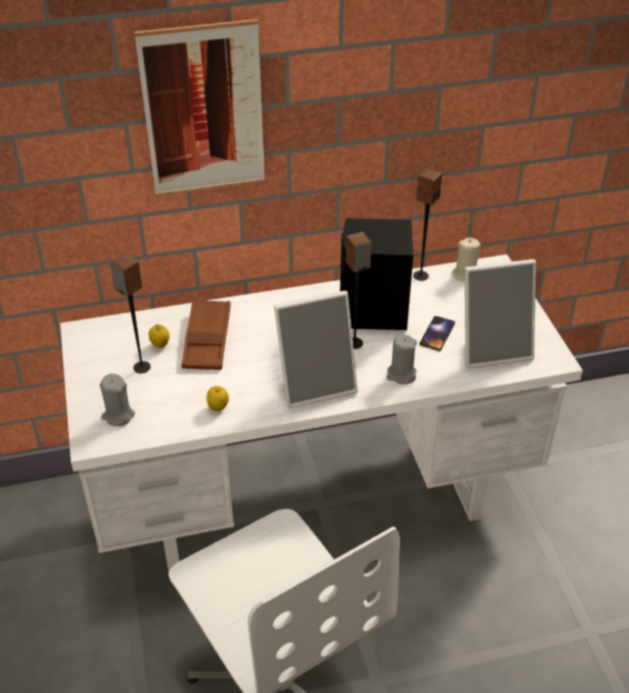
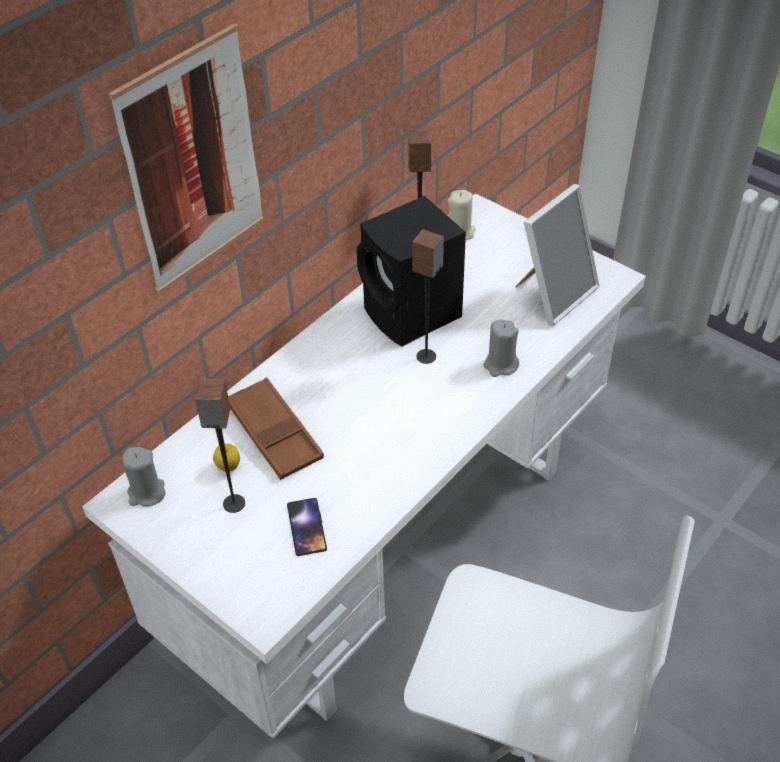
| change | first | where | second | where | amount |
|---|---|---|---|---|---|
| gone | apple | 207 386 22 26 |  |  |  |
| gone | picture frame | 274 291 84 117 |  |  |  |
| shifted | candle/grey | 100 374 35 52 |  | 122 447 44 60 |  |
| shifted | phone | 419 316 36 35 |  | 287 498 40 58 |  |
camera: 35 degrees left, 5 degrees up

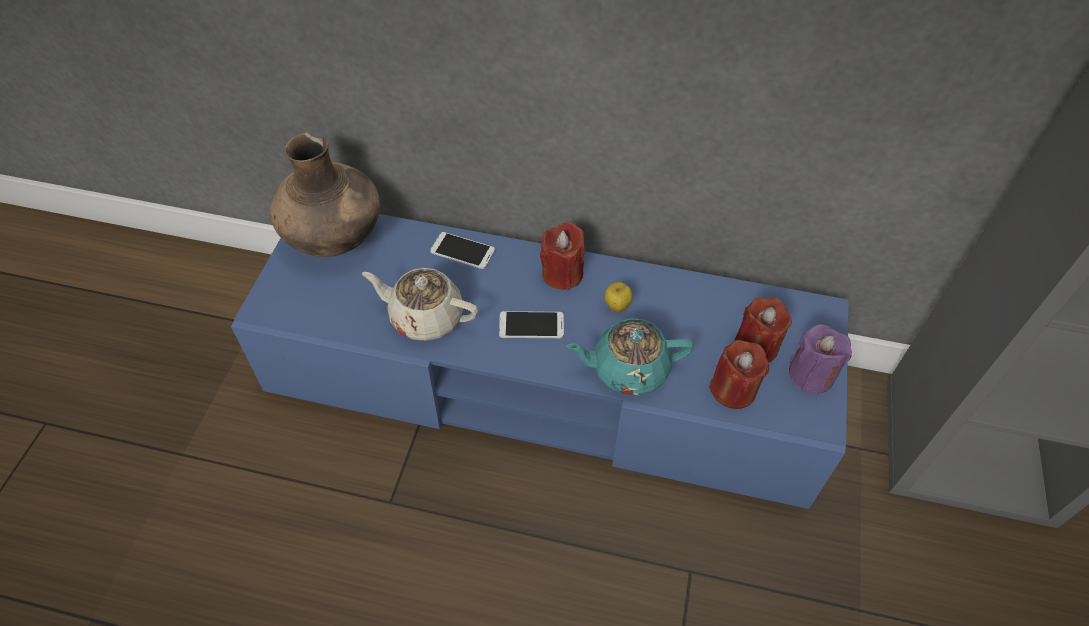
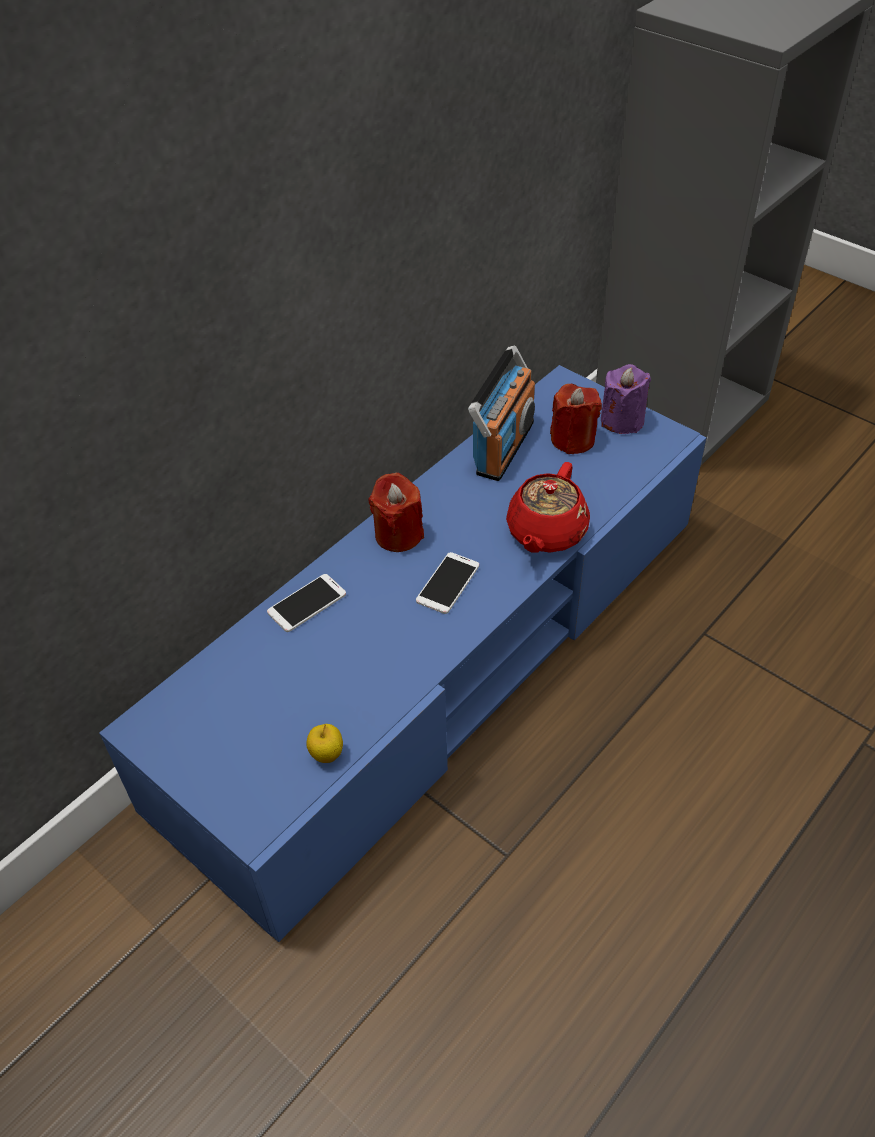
| change | first | where | second | where | amount |
|---|---|---|---|---|---|
| gone | vase/brown | 270 132 110 125 |  |  |  |
| gone | teapot/beige | 362 268 116 73 |  |  |  |
| gone | candle/red | 709 340 60 69 |  |  |  |
| new |  |  | radio | 468 345 67 136 |  |
| shifted | apple | 605 282 27 30 |  | 306 724 37 39 |  |
| repainted | teapot/turquoise | 566 318 128 77 | teapot/red | 506 462 84 90 |  |
camera: 60 degrees left, 5 degrees down

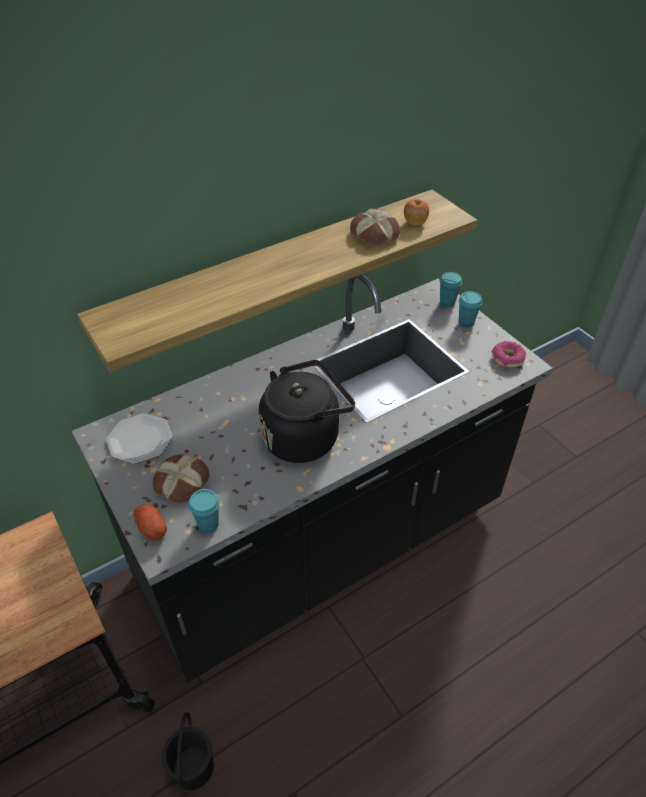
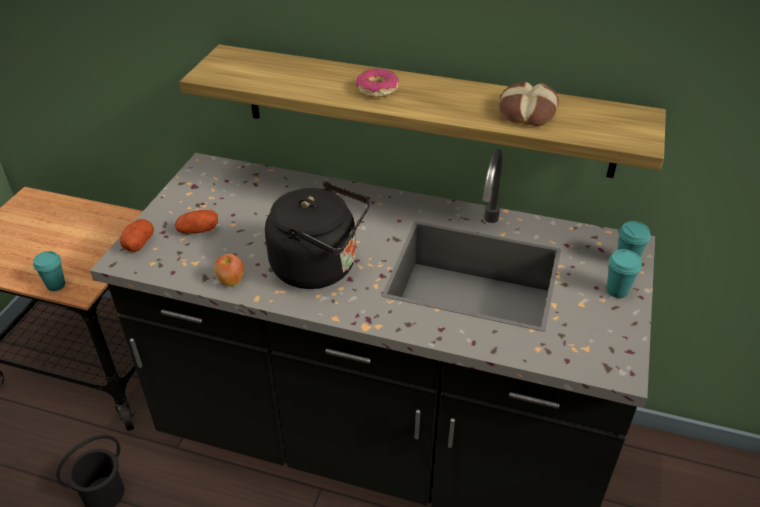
| change | first | where | second | where | amount |
|---|---|---|---|---|---|
| gone | plate | 106 413 67 51 |  |  |  |
| shifted | cup/turquoise | 189 489 31 44 |  | 33 251 32 40 |  |
| shifted | apple | 404 198 25 27 |  | 214 254 30 33 |  |
| shifted | donut | 491 341 35 27 |  | 356 68 43 29 |  |
| swapped | bread | 153 454 56 49 | potato | 175 210 43 24 |  |
camera: 50 degrees right, 5 degrees down

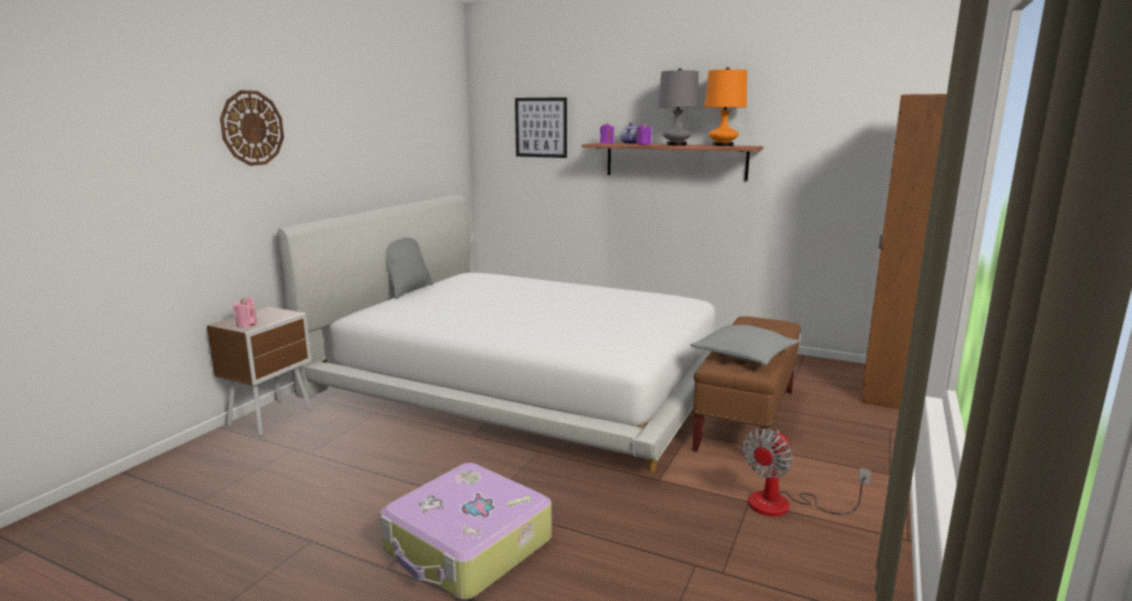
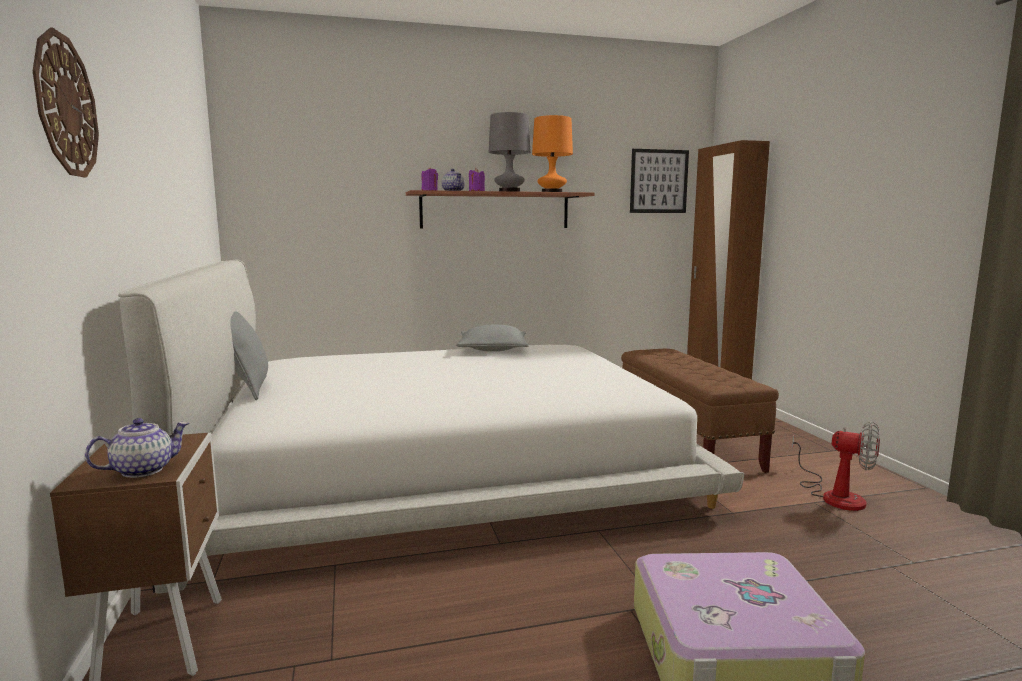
| change | first | where | second | where | amount |
|---|---|---|---|---|---|
| shifted | picture | 515 97 52 61 |  | 630 149 59 64 |  |
| shifted | pillow/grey | 690 325 109 40 |  | 456 325 72 26 |  |
| swapped | candle/pink | 233 298 24 29 | teapot | 85 418 104 60 |  |
| rotated | fan | 742 428 130 89 |  | 792 421 88 90 | 60 degrees counterclockwise |
camera: 40 degrees left, 5 degrees down

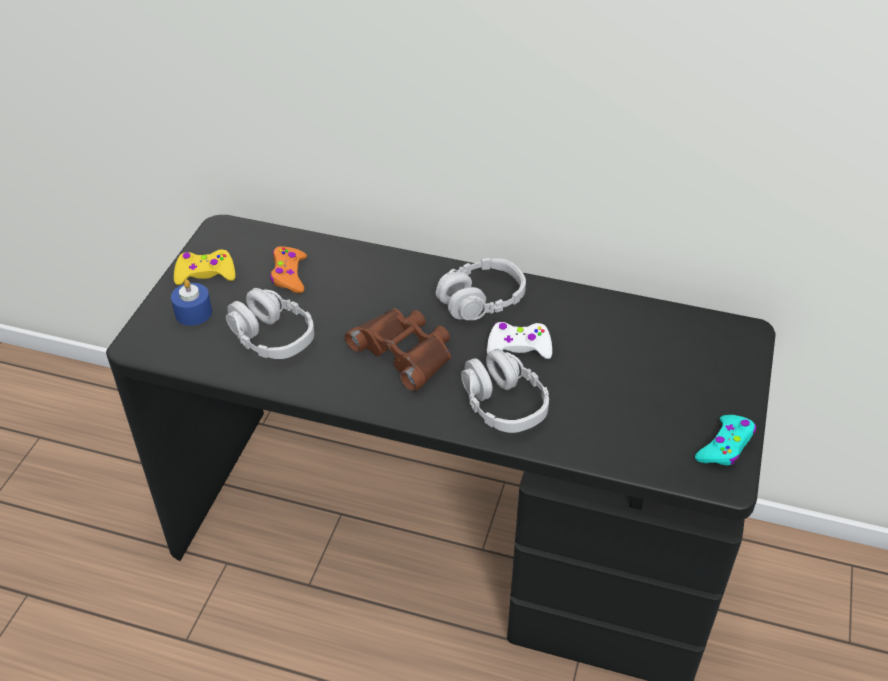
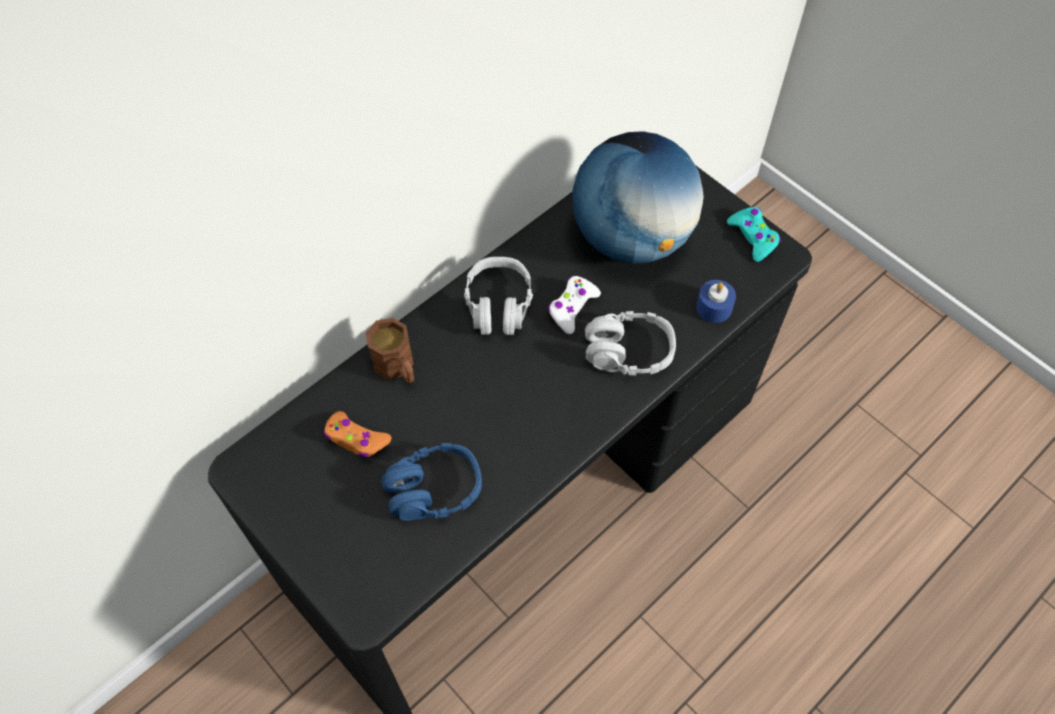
| change | first | where | second | where | amount |
|---|---|---|---|---|---|
| gone | game controller/yellow | 174 250 62 35 |  |  |  |
| gone | binoculars/brown | 345 308 106 84 |  |  |  |
| new |  |  | mug/brown | 366 318 48 65 |  |
| new |  |  | globe | 572 131 132 133 |  |
| shifted | candle/blue | 171 279 41 47 |  | 696 280 40 43 |  |
| repainted | headphones/grey | 226 288 88 71 | headphones/blue | 381 443 101 78 |  |
camera: 60 degrees left, 15 degrees up

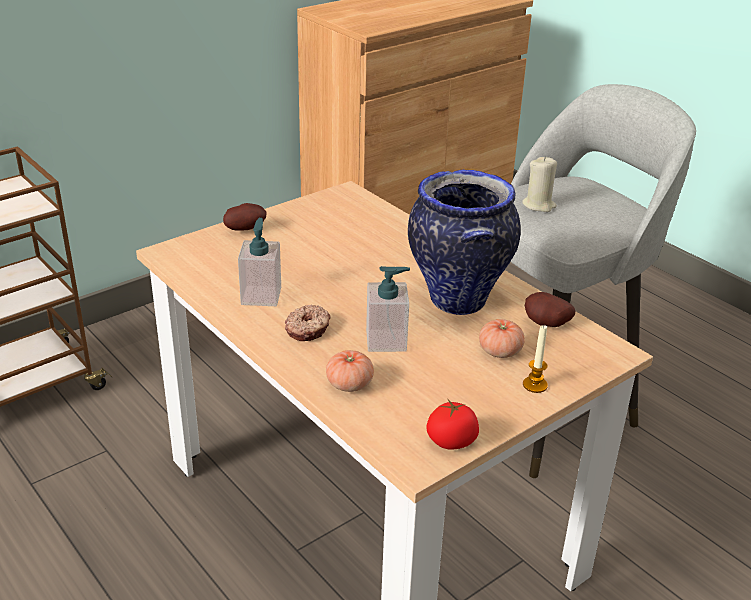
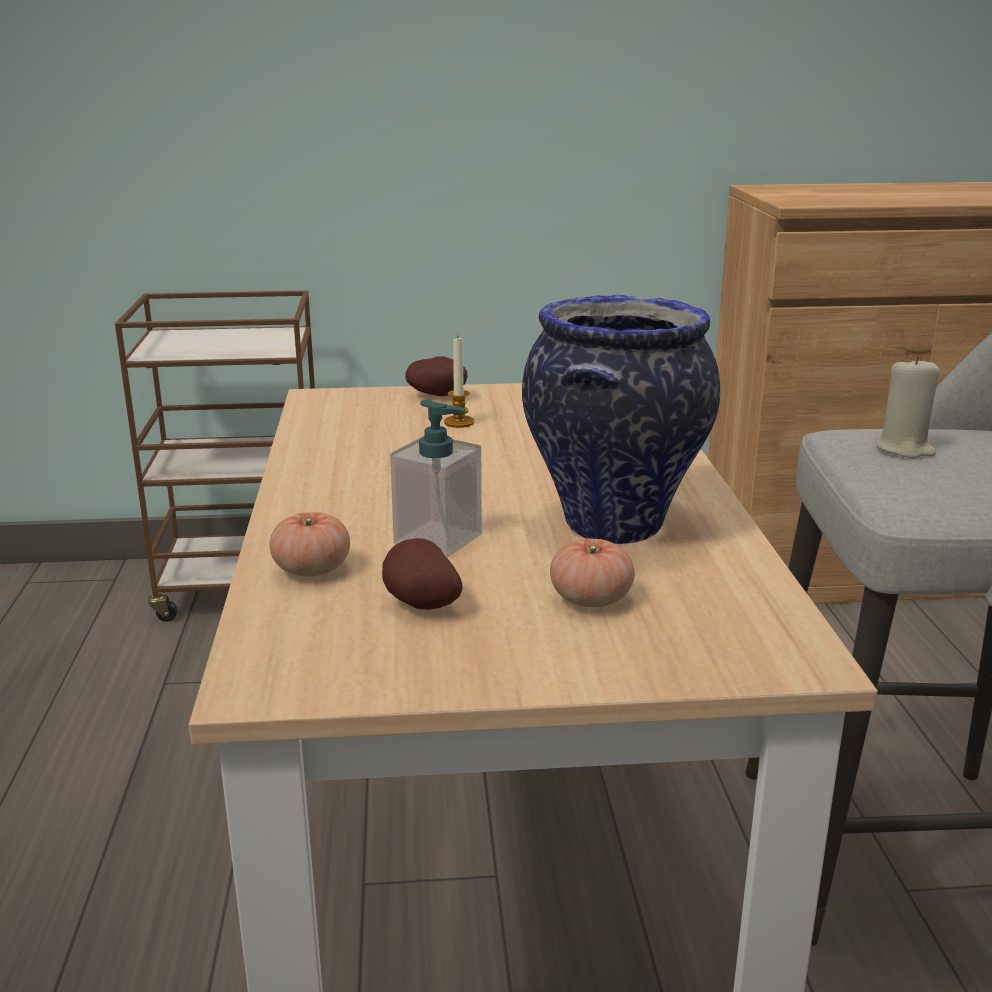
| change | first | where | second | where | amount |
|---|---|---|---|---|---|
| gone | soap dispenser | 238 218 43 88 |  |  |  |
| gone | donut | 285 305 46 36 |  |  |  |
| gone | tomato | 427 400 52 50 |  |  |  |
| shifted | candle | 523 325 25 68 |  | 444 335 30 93 |  |
| shifted | potato | 525 292 50 35 |  | 382 538 81 72 |  |
camera: 35 degrees right, 10 degrees down

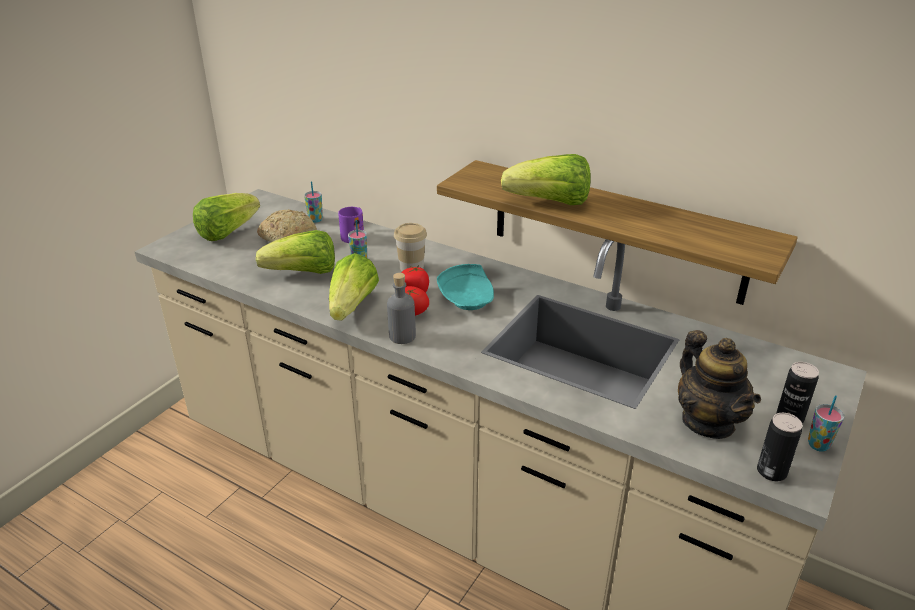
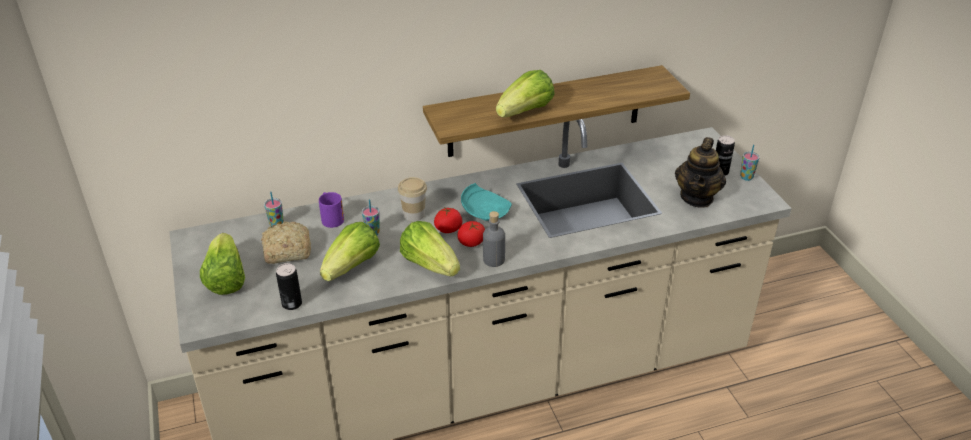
| change | first | where | second | where | amount |
|---|---|---|---|---|---|
| shifted | can | 757 413 45 68 |  | 276 263 26 47 |  |
| rotated | teapot | 678 330 83 109 |  | 675 137 51 71 | 90 degrees clockwise |
camera: 50 degrees left, 5 degrees up

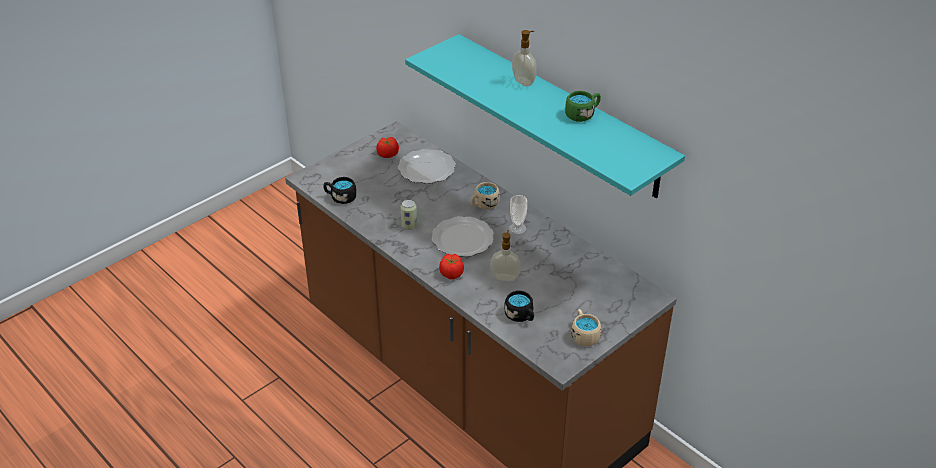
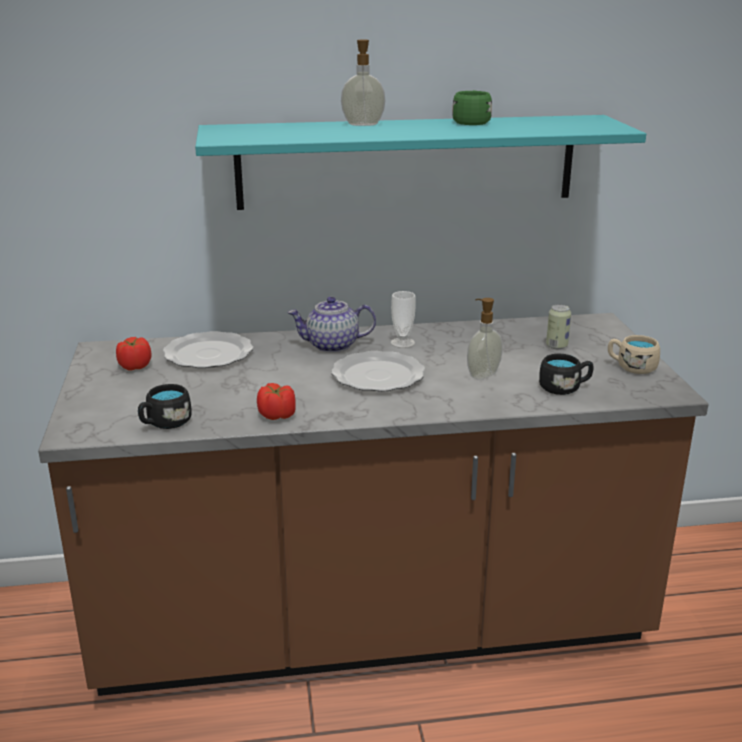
| change | first | where | second | where | amount |
|---|---|---|---|---|---|
| shifted | can | 401 200 16 30 |  | 546 305 25 44 |  |
| shifted | tomato | 439 254 25 26 |  | 257 383 39 37 |  |
| swapped | mug/beige | 471 182 29 27 | teapot | 287 297 89 56 |  |
camera: 55 degrees left, 15 degrees down

